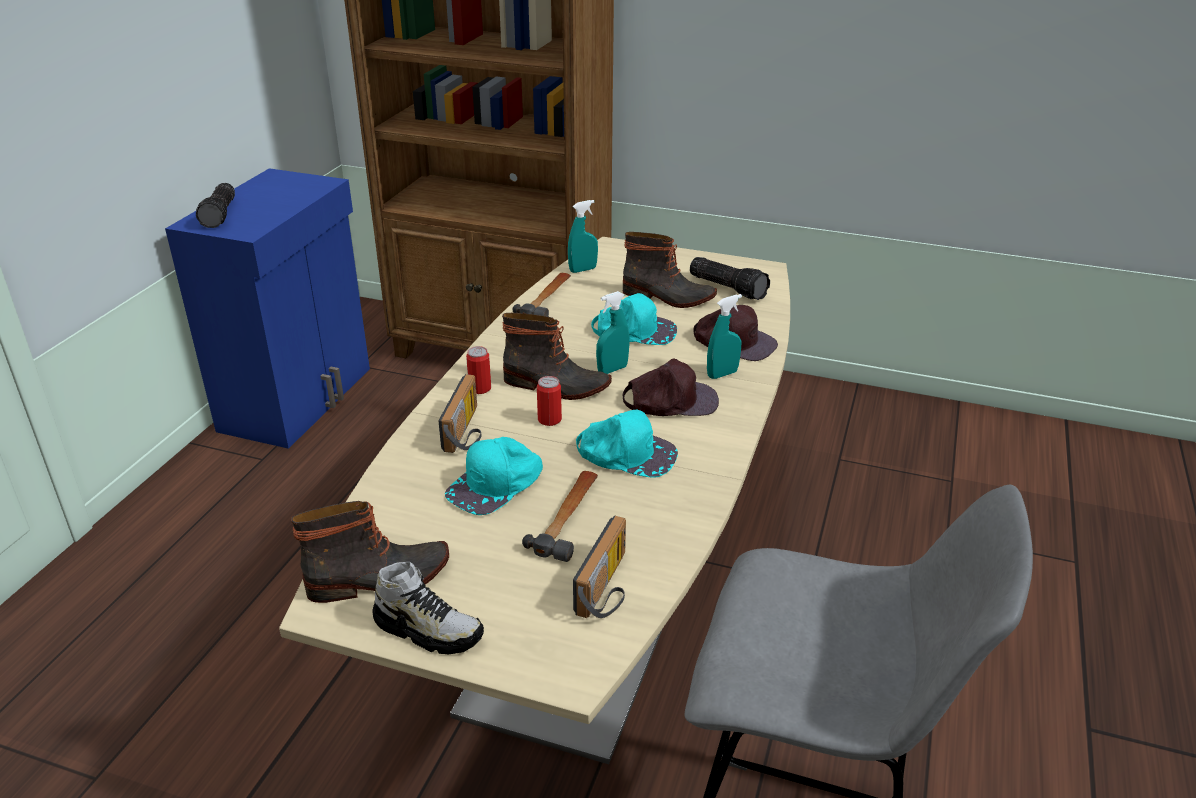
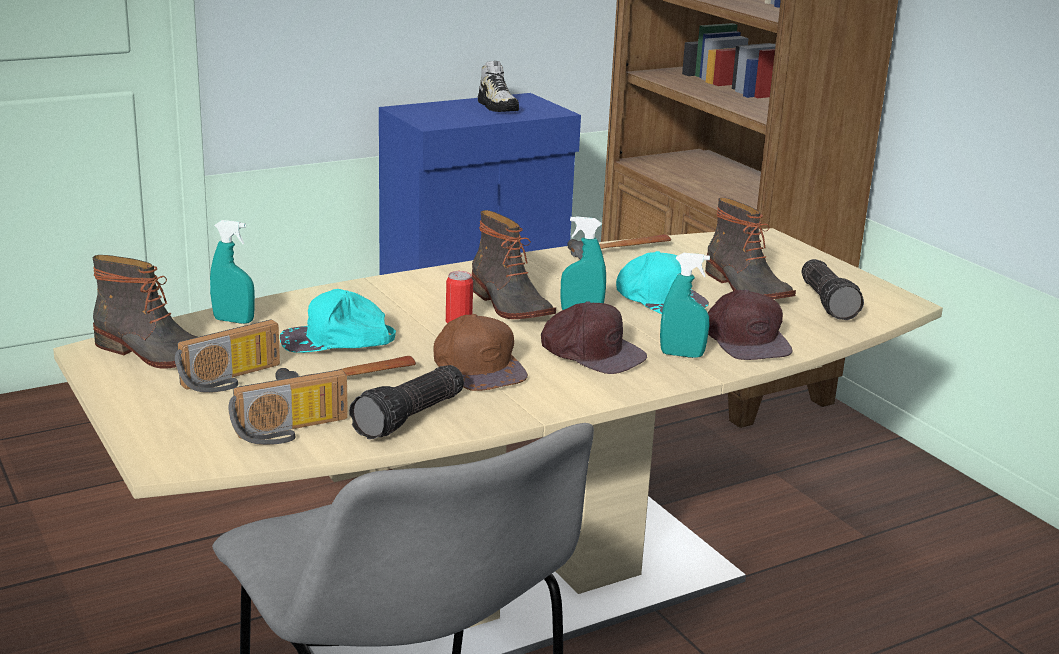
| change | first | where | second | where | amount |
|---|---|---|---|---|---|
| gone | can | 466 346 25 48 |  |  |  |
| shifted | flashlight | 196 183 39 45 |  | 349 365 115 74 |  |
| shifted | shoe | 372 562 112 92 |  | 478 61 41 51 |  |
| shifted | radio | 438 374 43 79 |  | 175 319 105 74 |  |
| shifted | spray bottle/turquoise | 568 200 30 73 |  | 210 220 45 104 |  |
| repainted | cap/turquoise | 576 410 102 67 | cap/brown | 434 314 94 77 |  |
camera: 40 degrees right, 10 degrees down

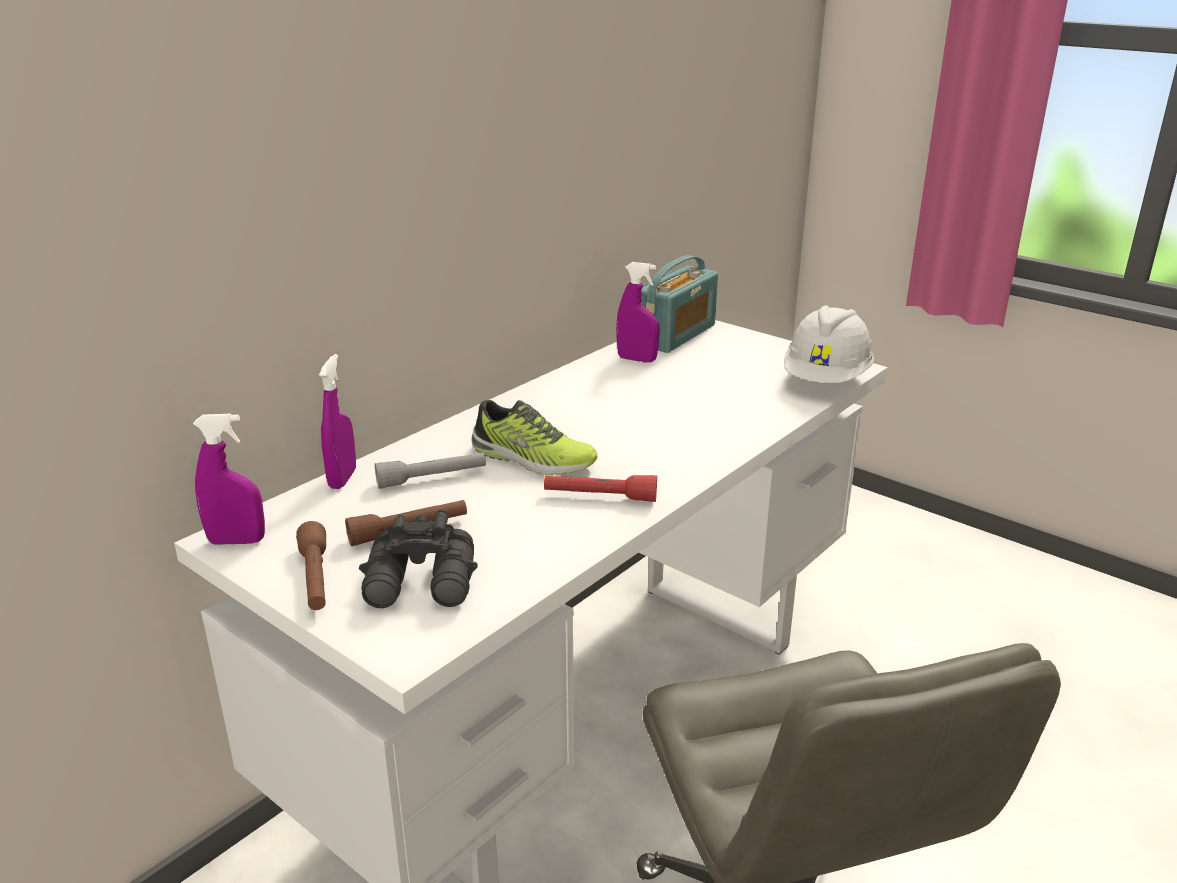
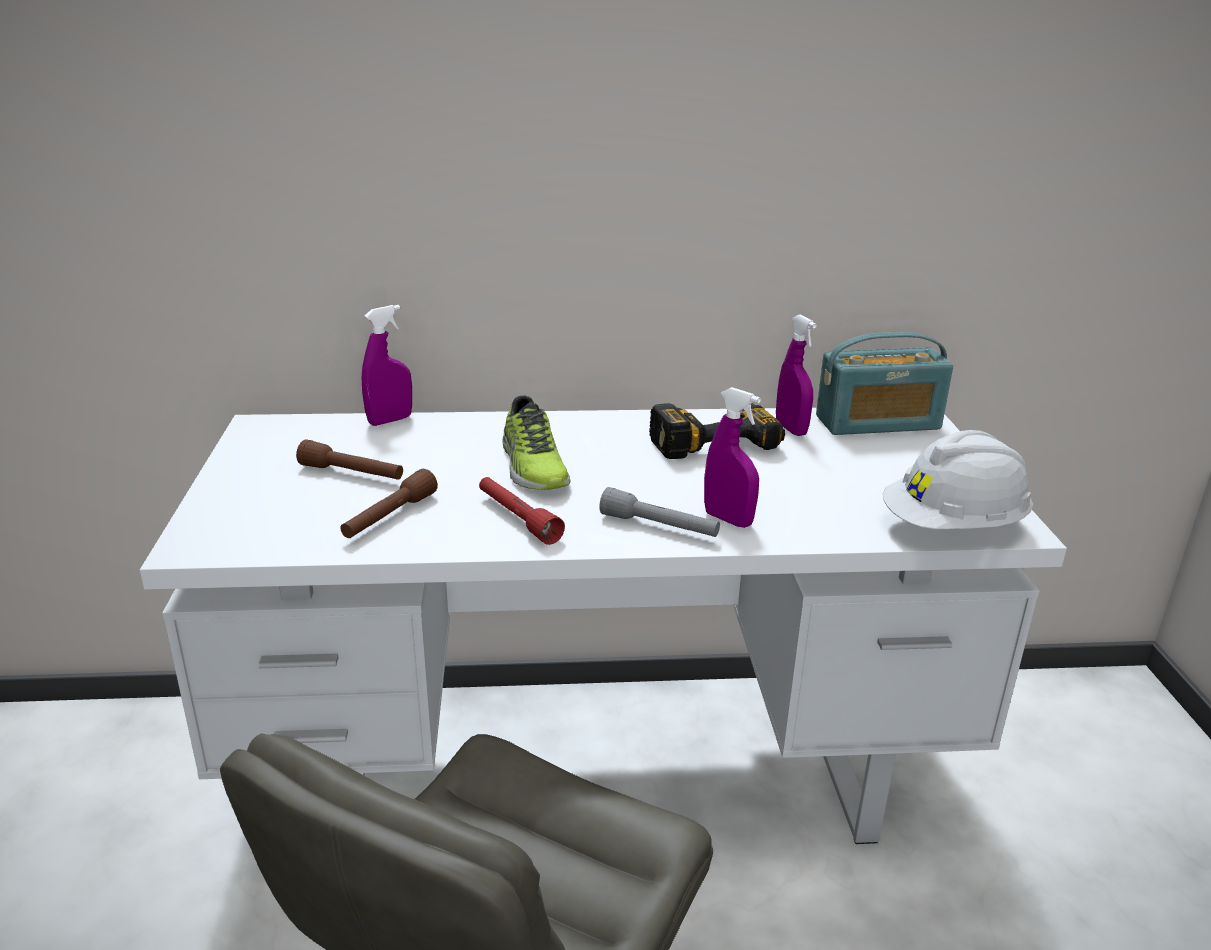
| change | first | where | second | where | amount |
|---|---|---|---|---|---|
| gone | binoculars/black | 359 509 119 99 |  |  |  |
| new |  |  | power drill | 649 403 136 56 |  |
| shifted | spray bottle/purple | 193 414 72 131 |  | 704 387 57 141 |  |
| shifted | flashlight/brown | 296 521 30 89 |  | 340 469 98 69 |  |
| shifted | flashlight/grey | 375 453 111 36 |  | 599 487 121 50 |  |
camera: 45 degrees right, 0 degrees up

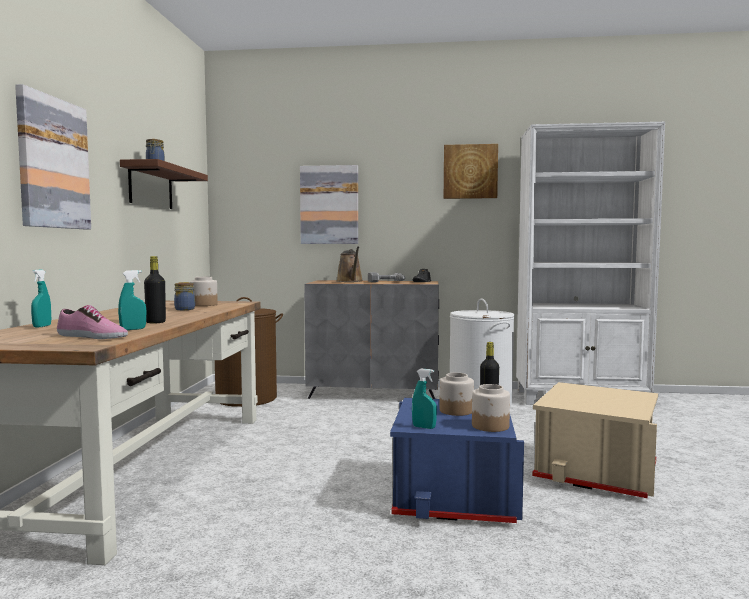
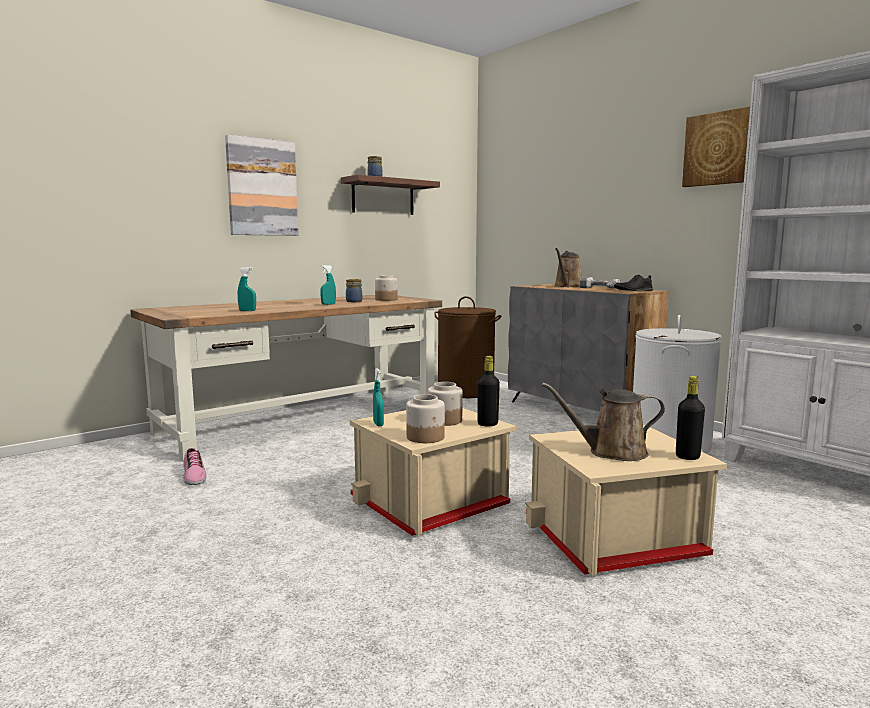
| change | first | where | second | where | amount |
|---|---|---|---|---|---|
| gone | picture | 300 165 58 79 |  |  |  |
| new |  |  | watering can/brown | 542 383 123 78 |  |
| shifted | spray bottle/turquoise | 31 270 20 57 |  | 320 265 16 40 |  |
| shifted | shoe | 57 305 71 34 |  | 183 448 24 37 |  |
| shifted | bottle/black | 144 256 22 67 |  | 676 376 29 84 |  |
| repainted | storage box/blue | 390 398 134 125 | storage box/beige | 350 408 167 128 |  |
camera: 45 degrees right, 5 degrees up

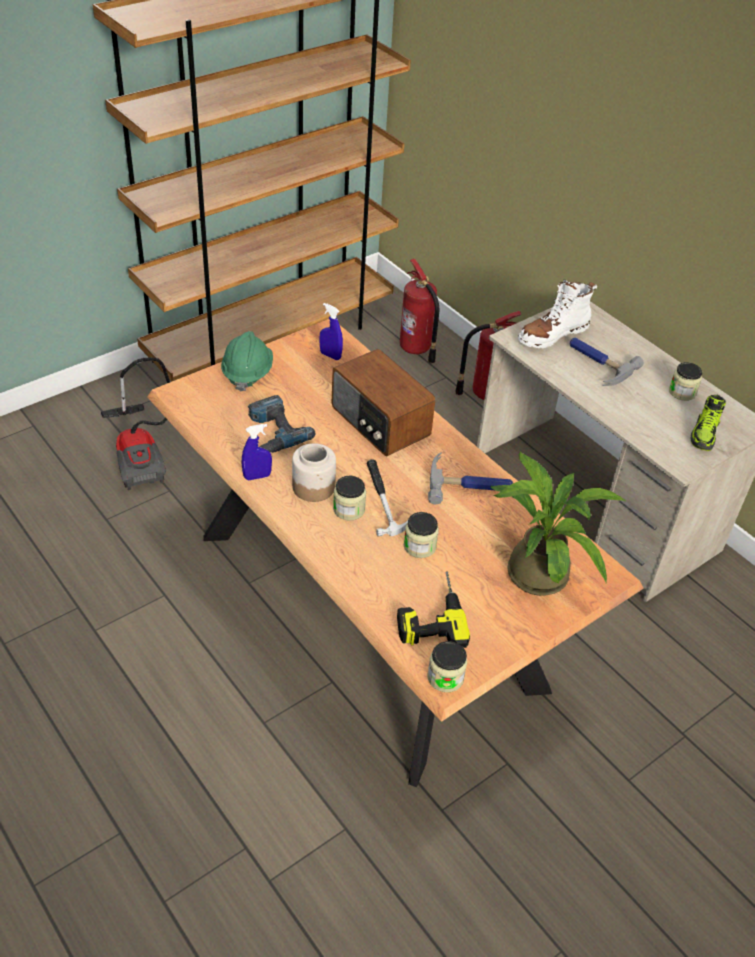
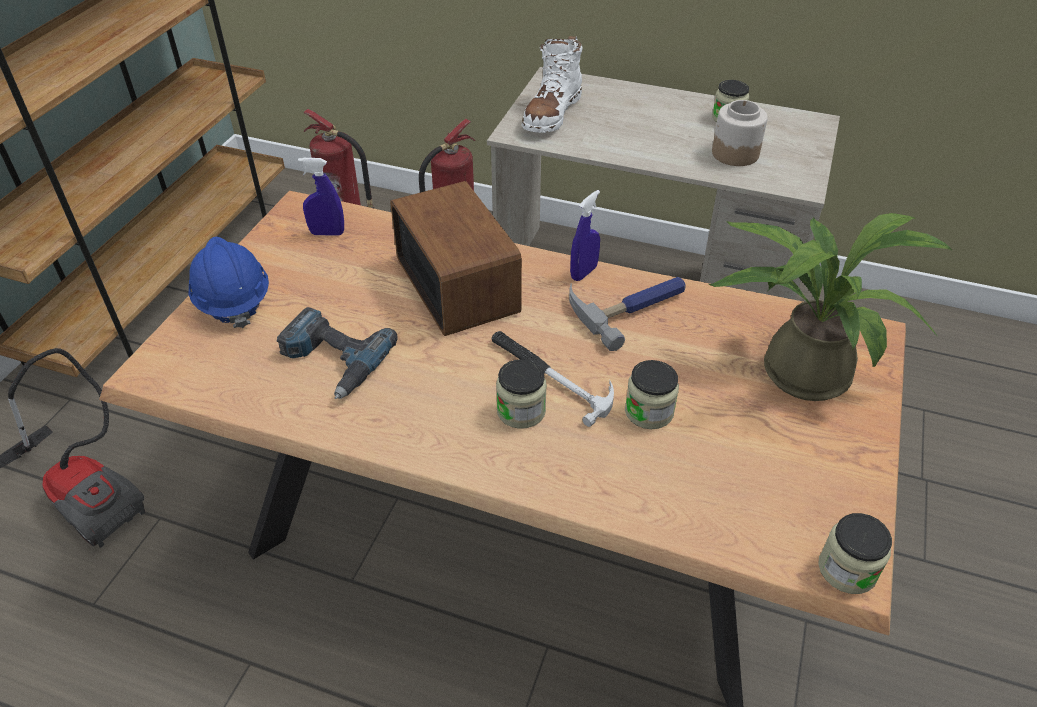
| change | first | where | second | where | amount |
|---|---|---|---|---|---|
| gone | power drill | 397 572 73 76 |  |  |  |
| gone | hammer | 570 338 74 48 |  |  |  |
| gone | shoe | 690 395 36 56 |  |  |  |
| shifted | spray bottle/blue | 241 424 31 56 |  | 570 190 30 91 |  |
| shifted | jar | 292 443 44 59 |  | 712 100 56 66 |  |
| repainted | hard hat/green | 221 331 52 61 | hard hat/blue | 189 237 80 91 |  |
| rotated | radio | 332 349 103 108 |  | 390 181 132 155 | 135 degrees counterclockwise |
camera: 30 degrees left, 0 degrees up

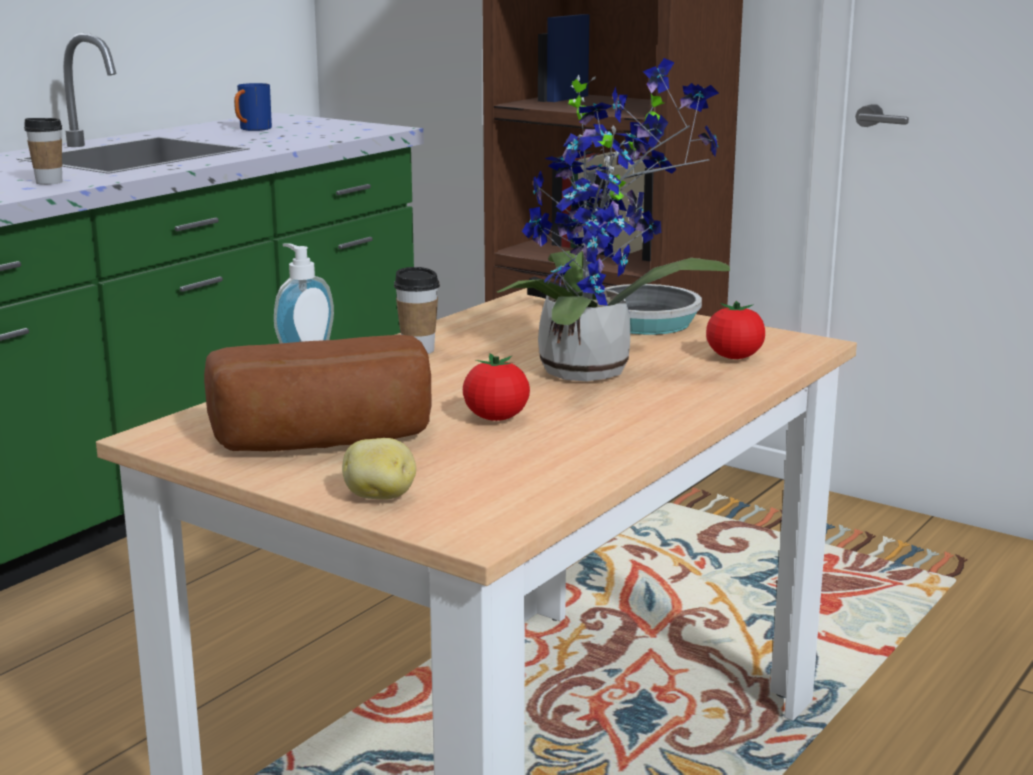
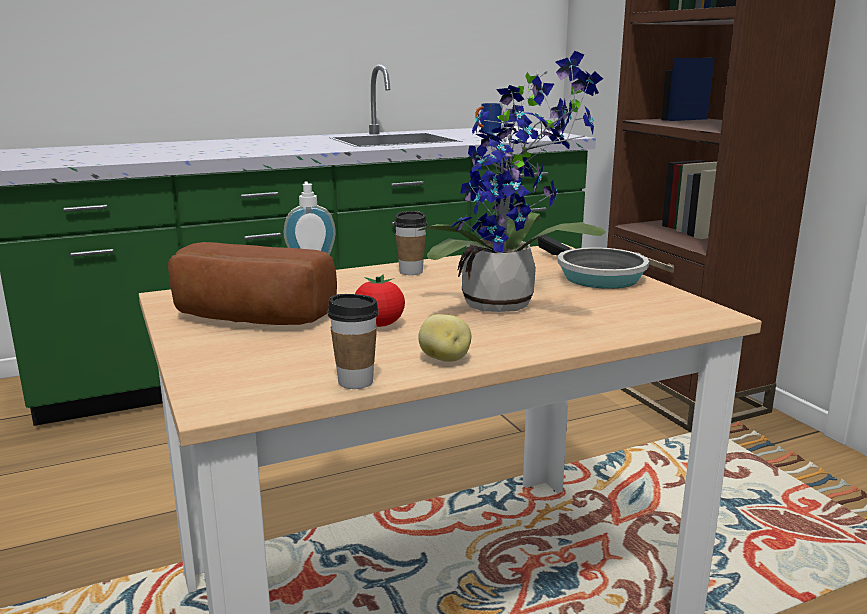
| change | first | where | second | where | amount |
|---|---|---|---|---|---|
| gone | tomato | 706 301 59 58 |  |  |  |
| shifted | cup | 24 118 38 67 |  | 328 294 51 95 |  |
| shifted | potato | 342 438 74 62 |  | 418 314 53 48 |  |
camera: 30 degrees right, 0 degrees up

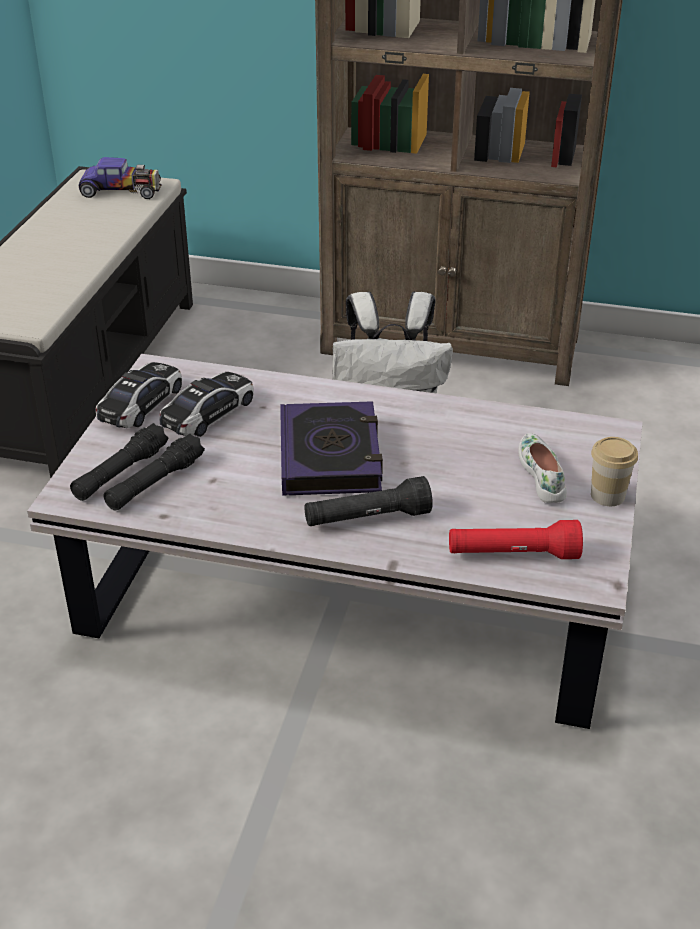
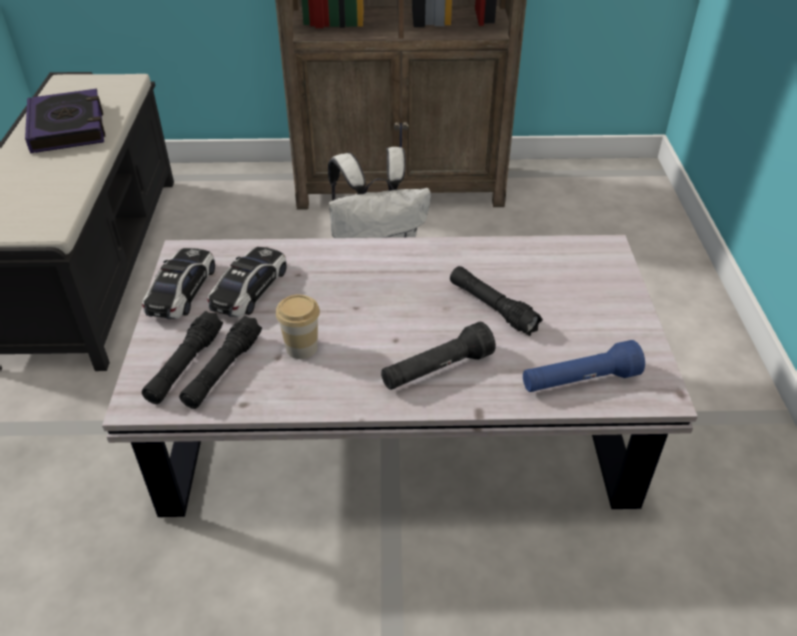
| change | first | where | second | where | amount |
|---|---|---|---|---|---|
| gone | toy car | 78 157 84 42 |  |  |  |
| gone | shoe/white | 518 433 49 70 |  |  |  |
| new |  |  | flashlight/black | 450 266 93 70 |  |
| shifted | book | 280 401 103 95 |  | 25 89 80 65 |  |
| shifted | cup | 591 437 47 69 |  | 276 295 44 64 |  |
| repainted | flashlight/red | 449 520 134 39 | flashlight/blue | 523 340 122 52 |  |
camera: 15 degrees left, 5 degrees up

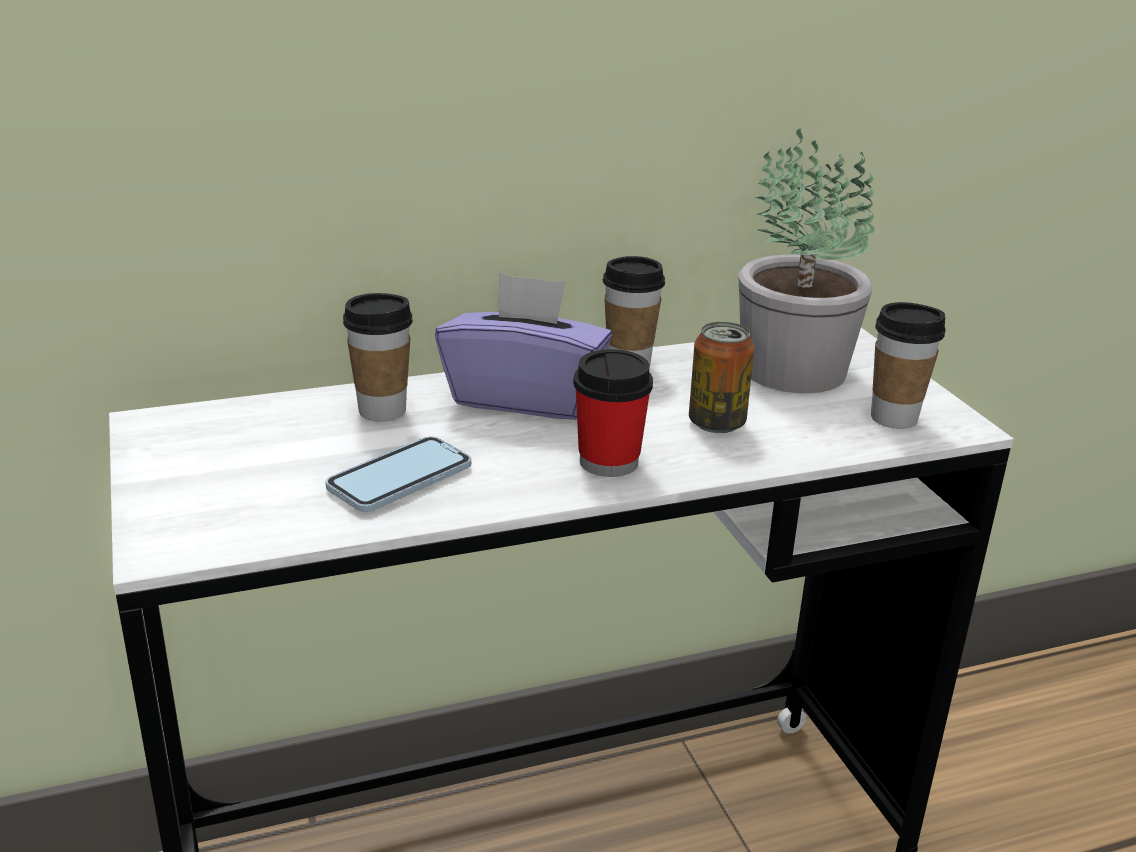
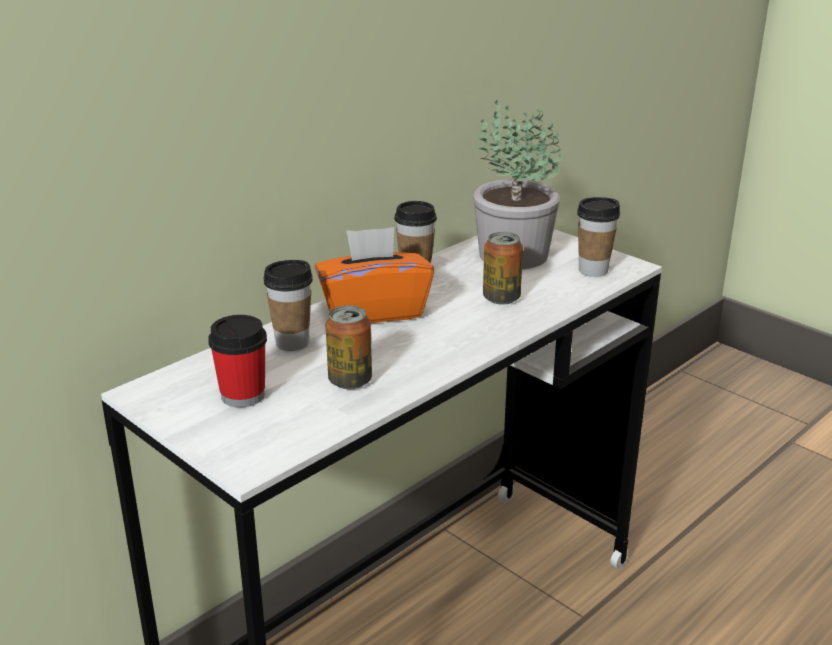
| change | first | where | second | where | amount |
|---|---|---|---|---|---|
| shifted | cup | 573 349 80 128 |  | 208 315 59 93 |  |
| swapped | phone | 325 436 146 76 | can | 326 305 46 84 |  |
| repainted | tissue box/purple | 435 272 177 148 | tissue box/orange | 315 227 119 96 |  |
camera: 25 degrees left, 0 degrees up

